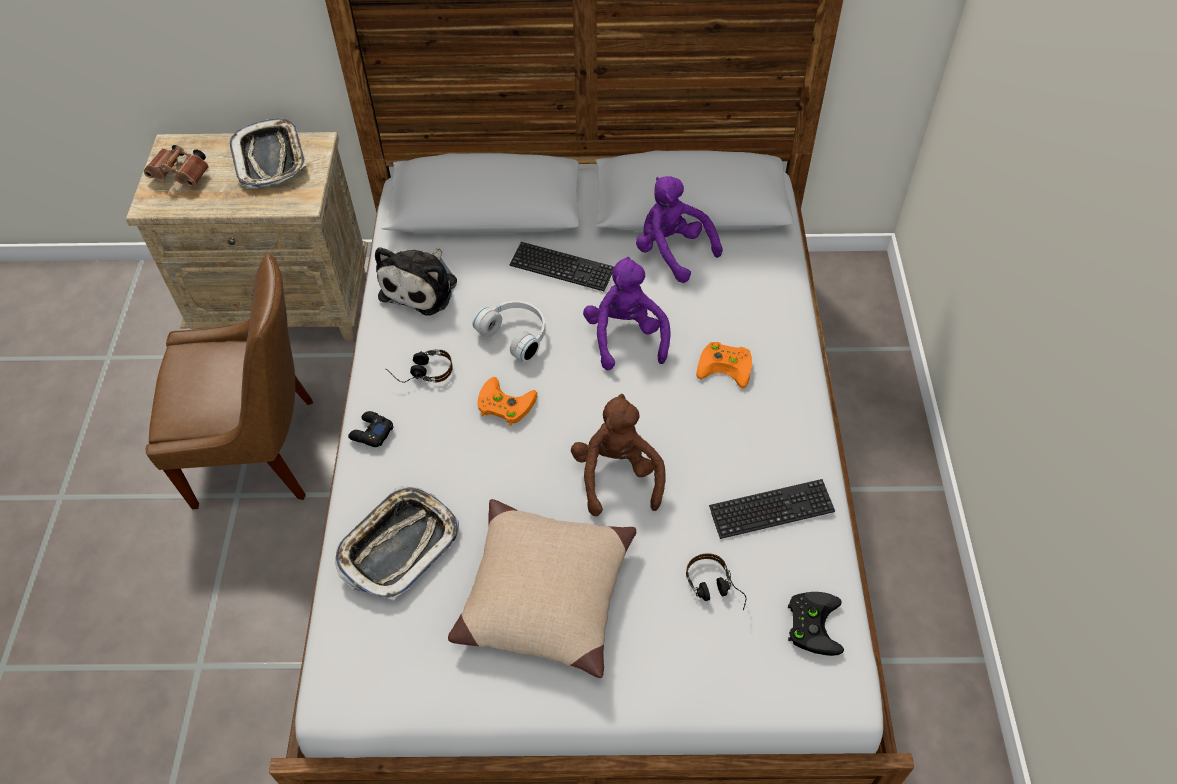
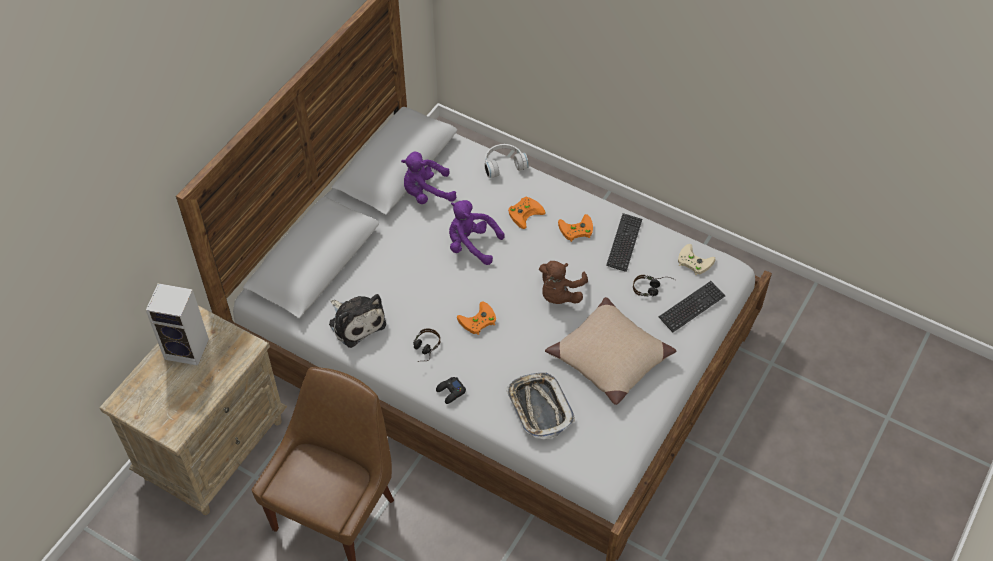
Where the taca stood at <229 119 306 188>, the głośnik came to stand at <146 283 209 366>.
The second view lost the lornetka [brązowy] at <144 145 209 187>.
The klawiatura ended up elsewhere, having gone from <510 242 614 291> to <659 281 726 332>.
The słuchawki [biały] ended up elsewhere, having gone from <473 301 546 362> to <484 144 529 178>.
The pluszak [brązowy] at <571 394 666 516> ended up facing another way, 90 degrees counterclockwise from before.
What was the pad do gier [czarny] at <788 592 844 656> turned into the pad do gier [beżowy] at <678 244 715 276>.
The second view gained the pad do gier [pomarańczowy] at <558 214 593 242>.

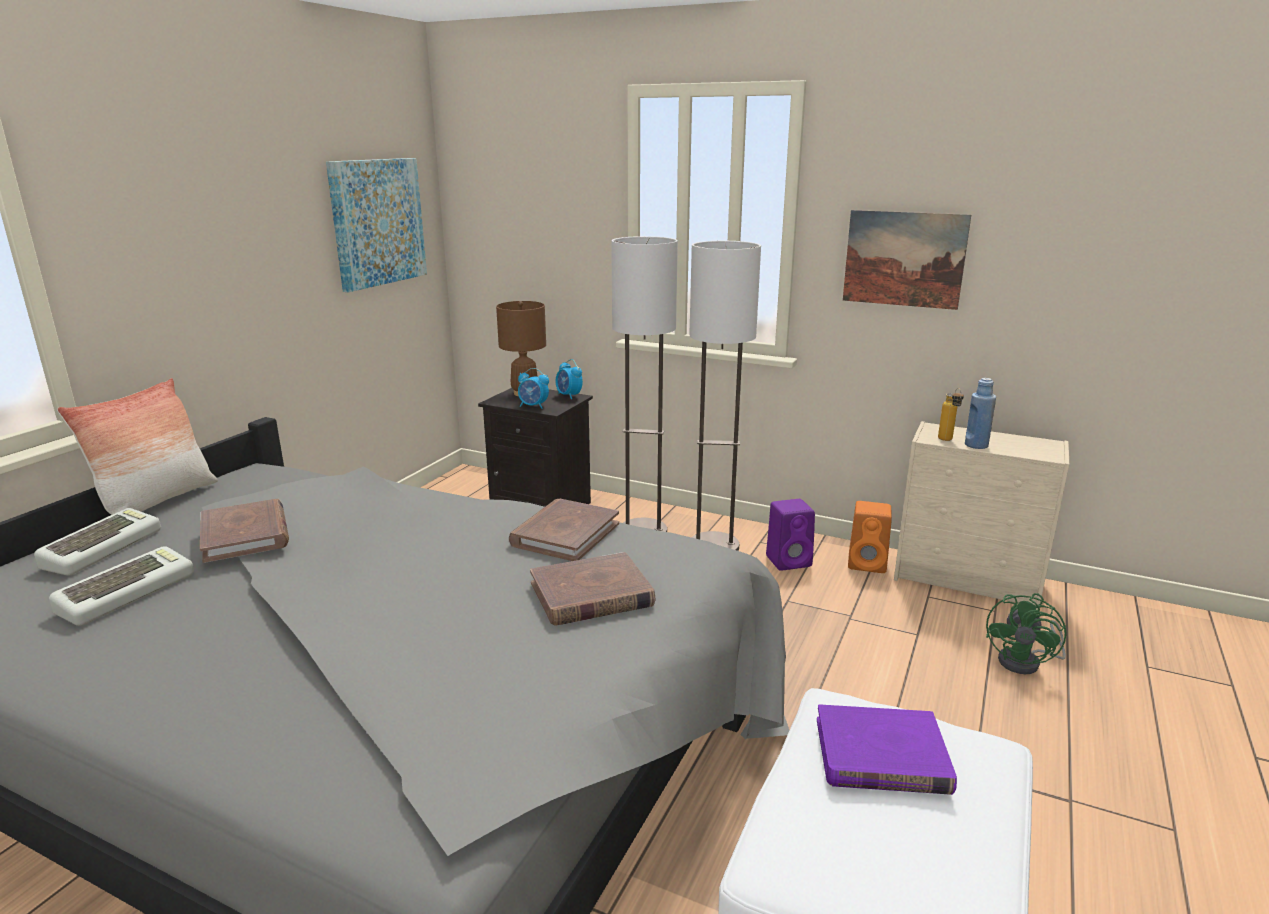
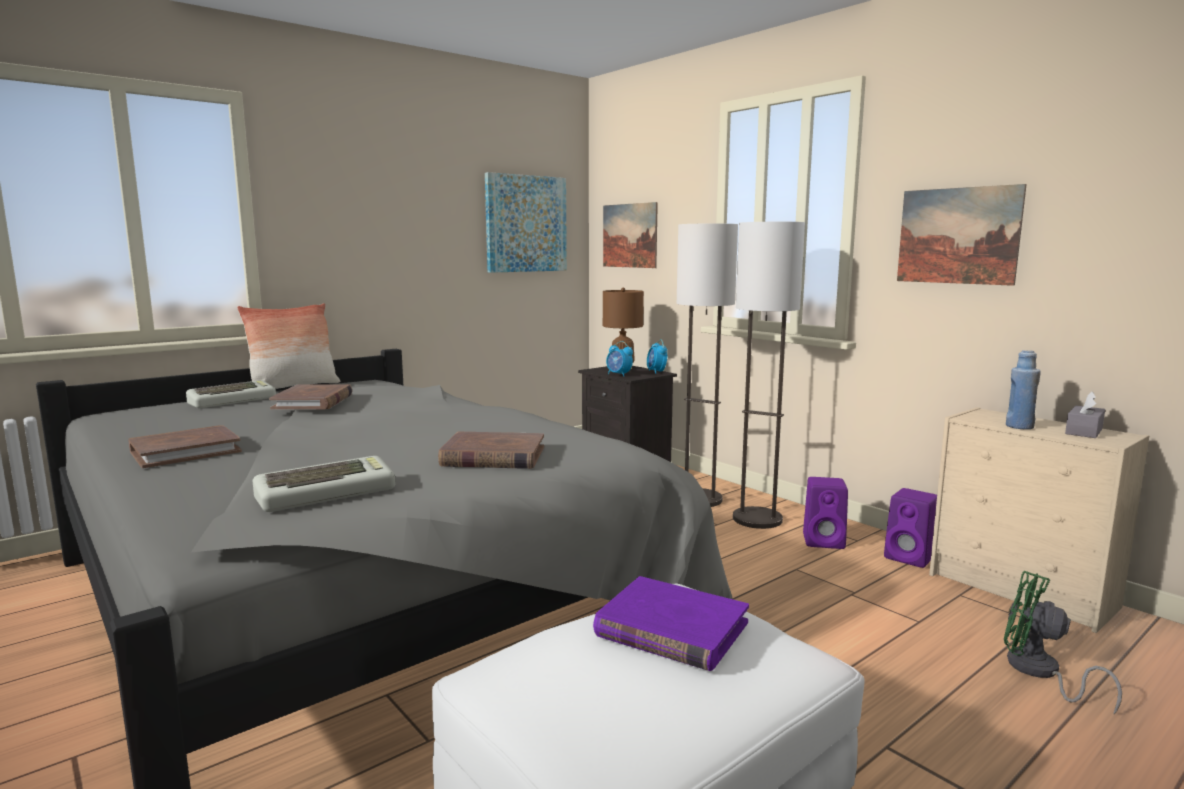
The second view lost the butelka at <938 388 964 441>.
The książka [brązowy] ended up elsewhere, having gone from <509 499 619 561> to <128 425 242 468>.
What was the głośnik [pomarańczowy] at <848 501 892 573> turned into the głośnik [fioletowy] at <884 488 937 568>.
The klawiatura ended up elsewhere, having gone from <49 546 194 626> to <253 456 395 512>.
The wentylator [zielony] at <986 593 1067 674> ended up facing another way, 75 degrees clockwise from before.
The second view gained the obraz at <603 202 658 268>.
The second view gained the pudełko chusteczek [szary] at <1065 391 1105 438>.

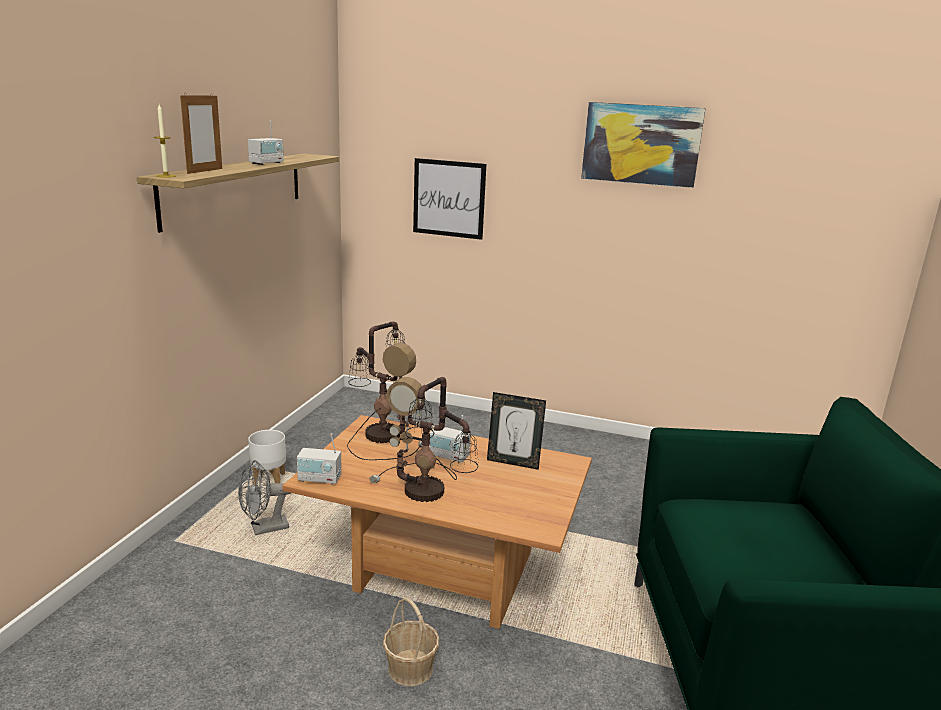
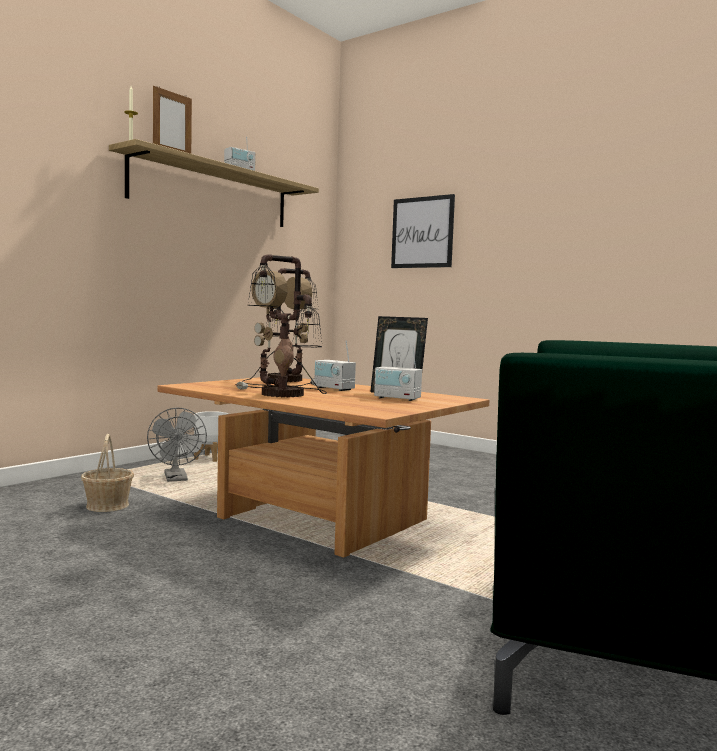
The second view lost the obraz at <581 102 705 188>.
The radio ended up elsewhere, having gone from <297 433 342 485> to <374 345 422 401>.
The wentylator [szary] at <238 460 291 535> ended up facing another way, 105 degrees counterclockwise from before.
The koszyk ended up elsewhere, having gone from <383 597 439 686> to <81 434 134 512>.

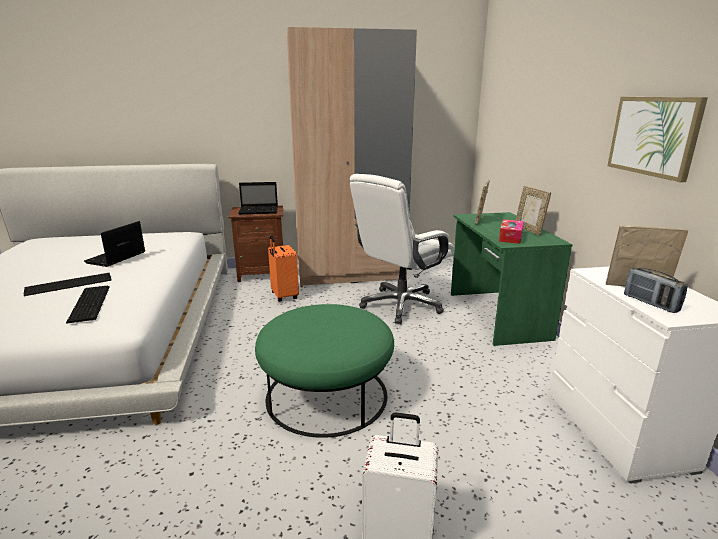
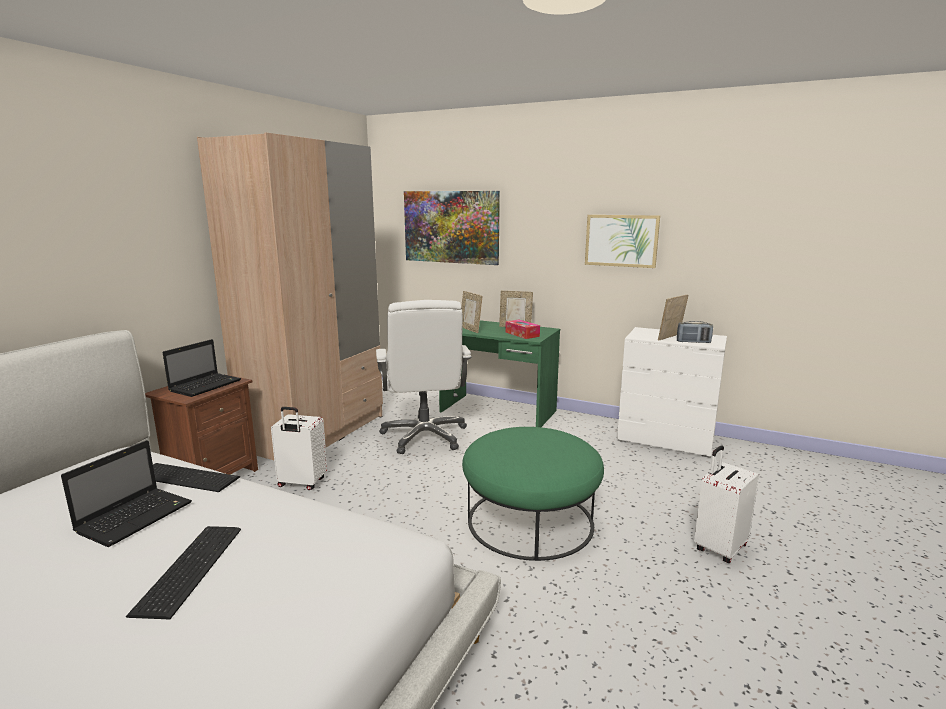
The laptop at <84 221 145 267> ended up facing another way, 120 degrees counterclockwise from before.
What was the walizka [pomarańczowy] at <268 236 299 302> turned into the walizka [biały] at <271 407 327 490>.
The klawiatura ended up elsewhere, having gone from <66 286 110 324> to <153 463 240 492>.
The second view gained the obraz at <404 191 500 265>.

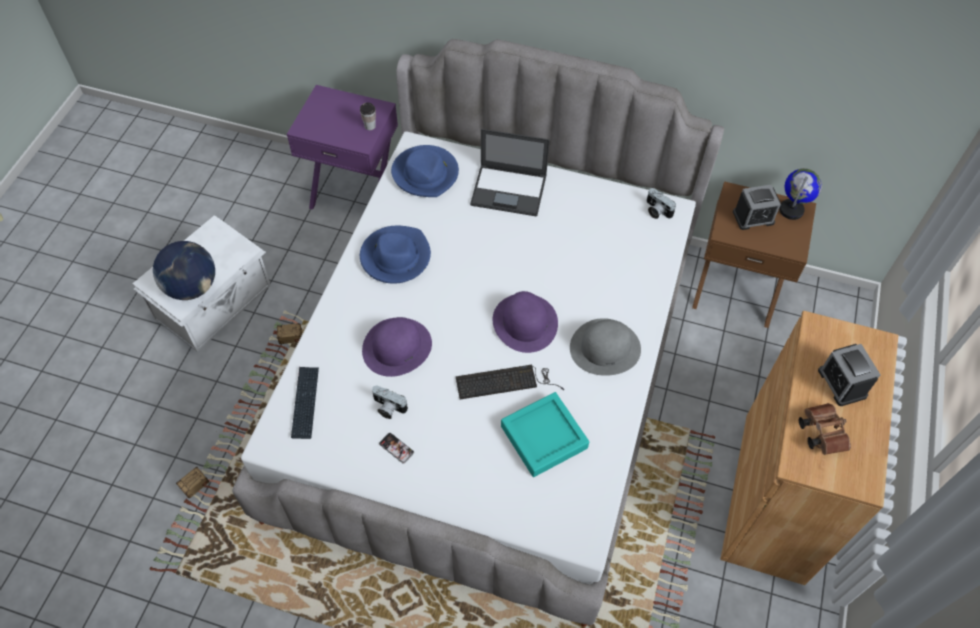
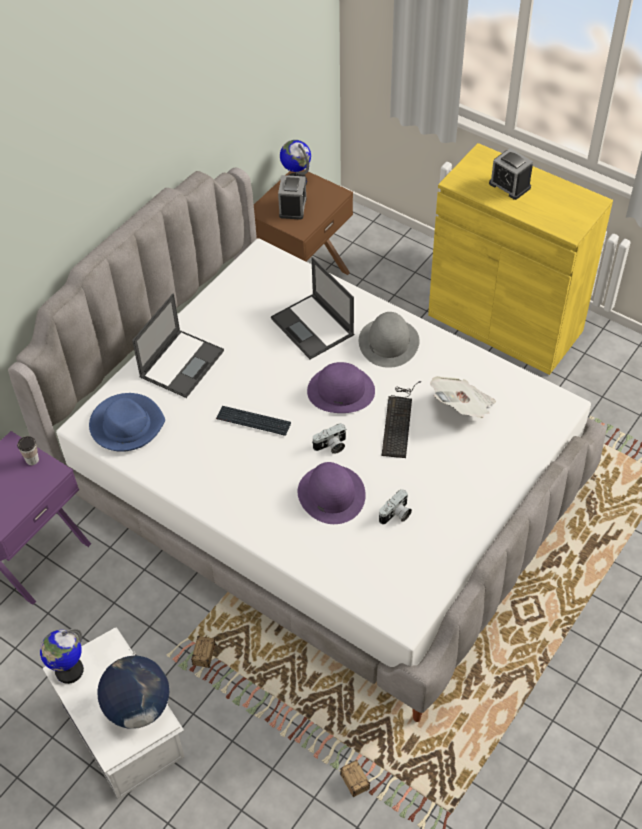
The aparat fotograficzny ended up elsewhere, having gone from <647 188 676 219> to <313 423 346 454>.
The second view lost the kapelusz [niebieski] at <360 226 431 284>.
What was the szafka [brązowy] at <720 311 898 585> turned into the szafka [żółty] at <428 143 613 375>.
The budzik at <818 344 880 406> ended up facing another way, 45 degrees clockwise from before.
The klawiatura ended up elsewhere, having gone from <291 367 319 439> to <216 406 291 436>.
Where the taca [turkusowy] stood at <501 392 589 477>, the gazeta came to stand at <430 376 496 418>.
The second view lost the lornetka [brązowy] at <799 403 851 455>.
The second view lost the telefon at <379 433 414 463>.
The second view gained the laptop at <271 257 354 359>.
The second view gained the globus at <40 629 84 684>.

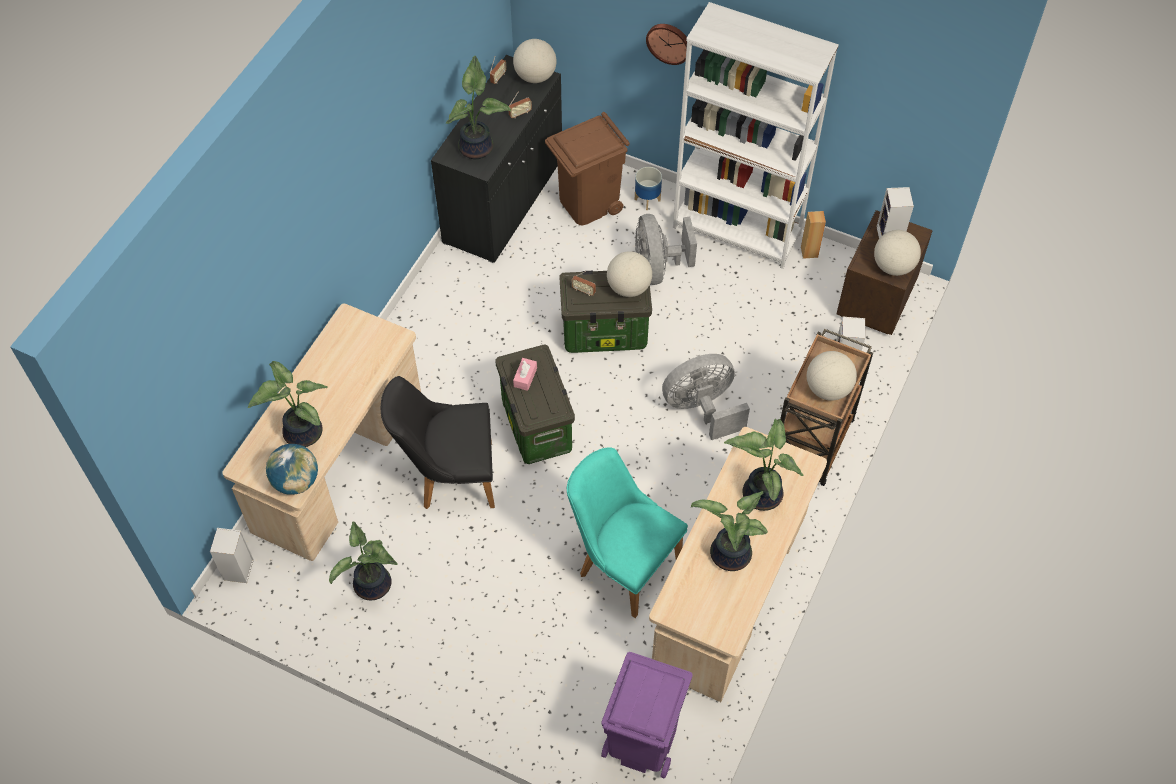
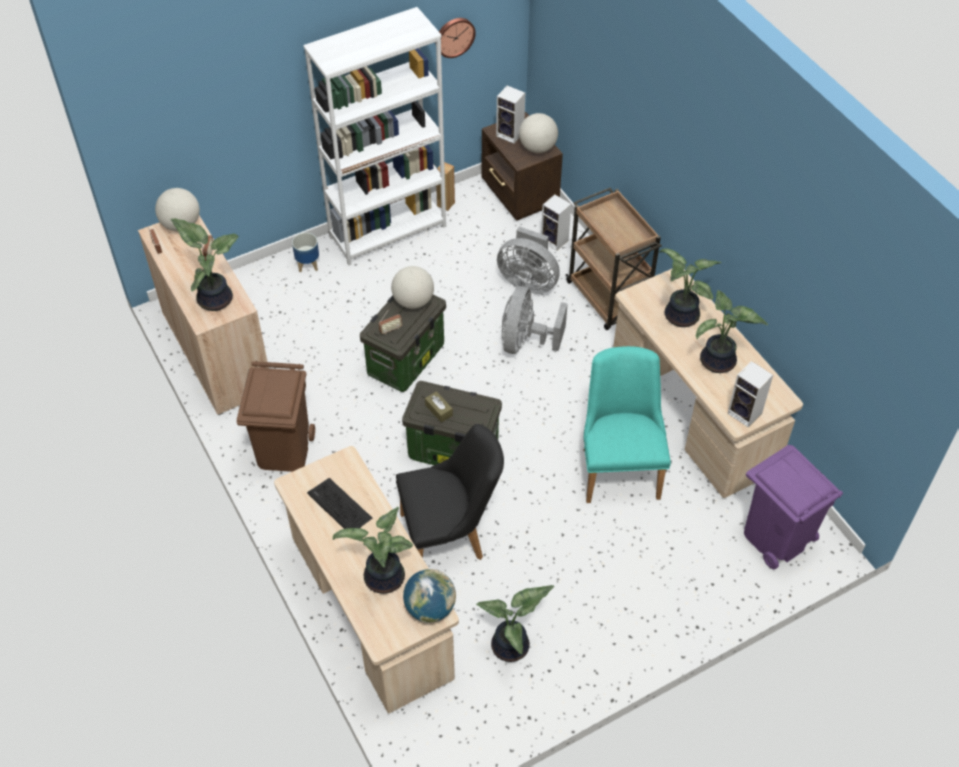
The zegar ścienny ended up elsewhere, having gone from <646 24 687 65> to <439 18 476 58>.
What was the szafka [czarny] at <431 55 562 263> turned into the szafka [beżowy] at <138 215 269 415>.
The kosz na śmieci [brązowy] ended up elsewhere, having gone from <545 112 630 226> to <237 361 315 472>.
The wentylator [szary] ended up elsewhere, having gone from <635 214 697 285> to <497 226 560 294>.
The second view lost the globus at <807 351 857 401>.
What was the pudełko chusteczek [różowy] at <513 358 537 391> turned into the pudełko chusteczek [brązowy] at <425 391 453 423>.
The krzesło [czarny] at <381 376 495 509> ended up facing another way, 135 degrees counterclockwise from before.
The krzesło [turkusowy] at <567 447 688 618> ended up facing another way, 105 degrees clockwise from before.
The głośnik ended up elsewhere, having gone from <210 528 254 583> to <727 361 773 428>.
The second view gained the klawiatura at <307 478 372 529>.

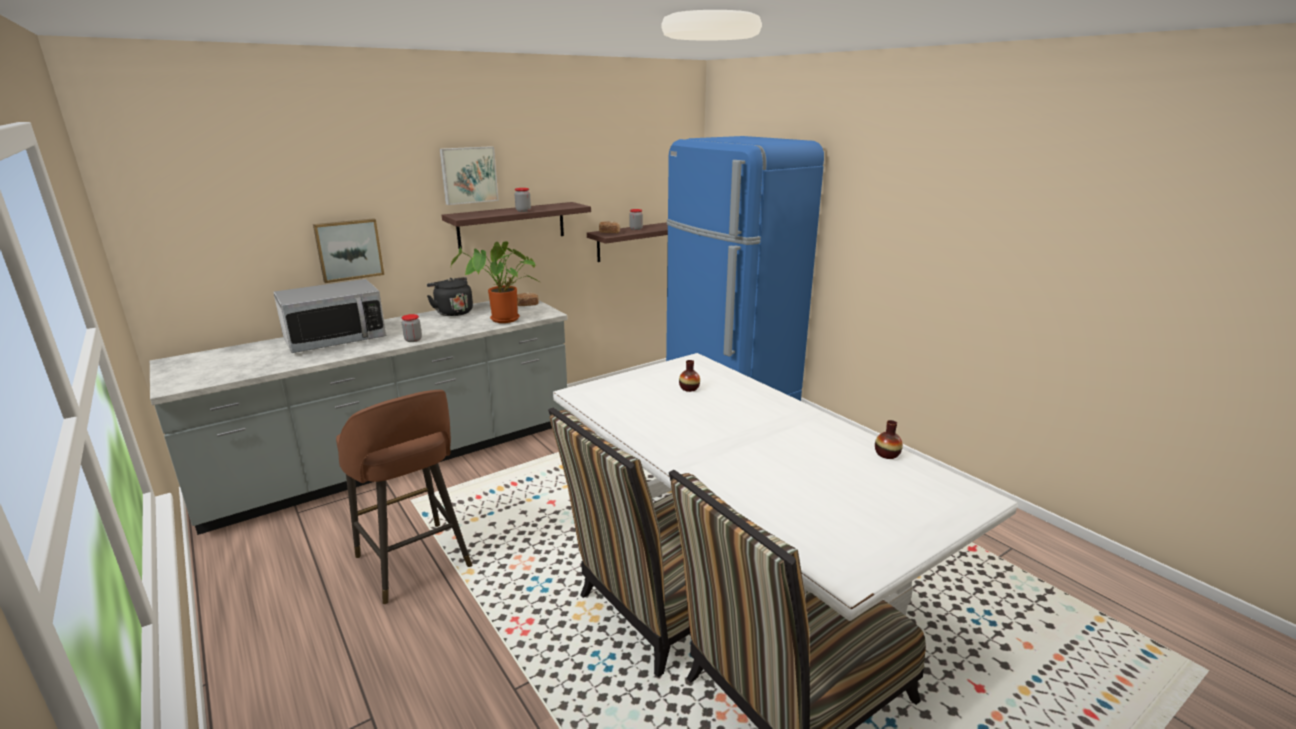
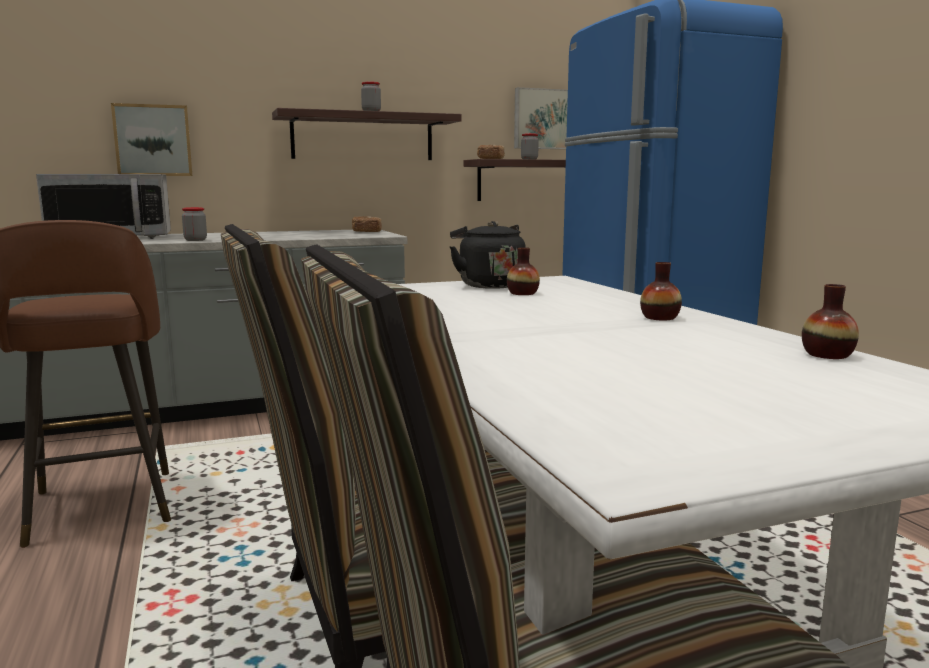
The obraz ended up elsewhere, having gone from <440 146 499 205> to <514 87 568 149>.
The second view lost the roślina doniczkowa at <451 241 538 323>.
The czajnik [czarny] ended up elsewhere, having gone from <427 277 473 316> to <450 221 526 289>.
The second view gained the wazon at <640 262 682 320>.

